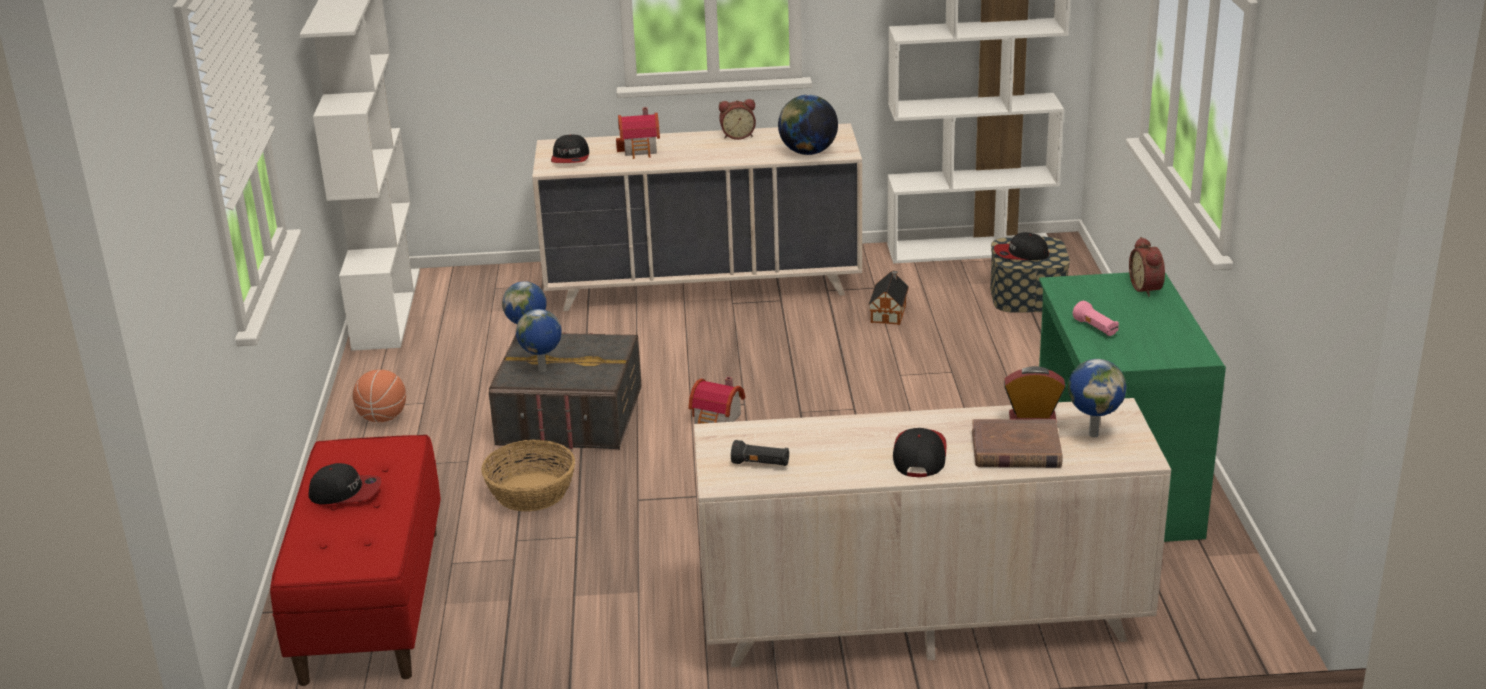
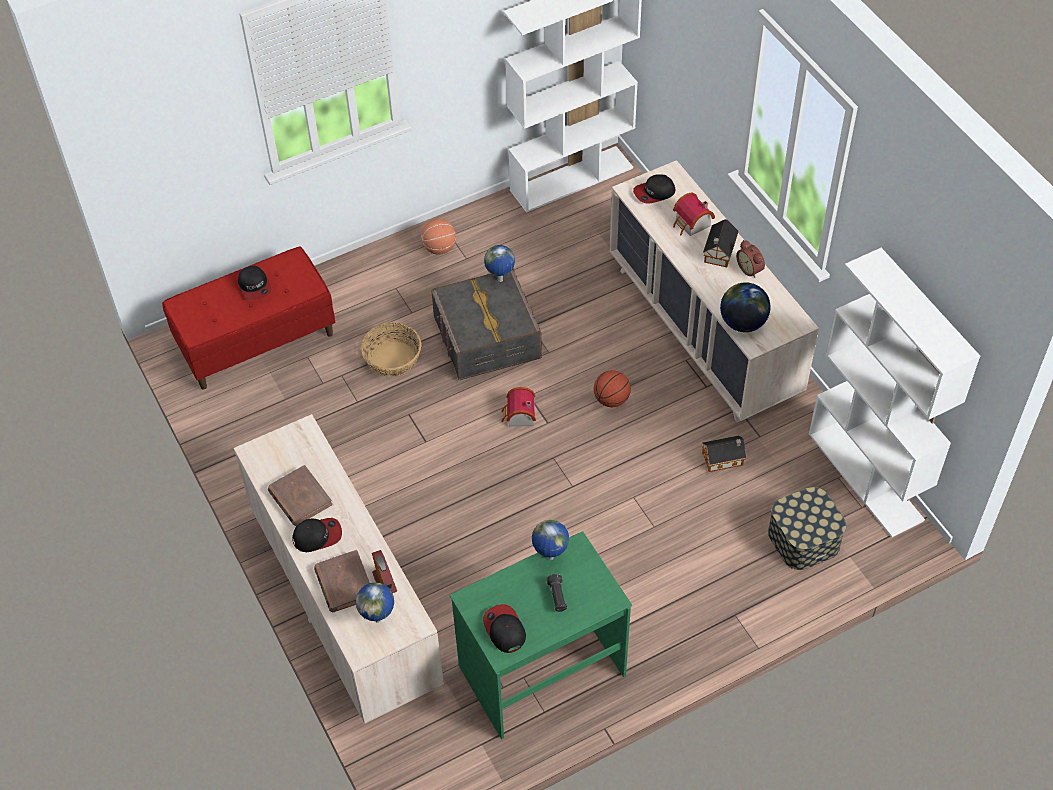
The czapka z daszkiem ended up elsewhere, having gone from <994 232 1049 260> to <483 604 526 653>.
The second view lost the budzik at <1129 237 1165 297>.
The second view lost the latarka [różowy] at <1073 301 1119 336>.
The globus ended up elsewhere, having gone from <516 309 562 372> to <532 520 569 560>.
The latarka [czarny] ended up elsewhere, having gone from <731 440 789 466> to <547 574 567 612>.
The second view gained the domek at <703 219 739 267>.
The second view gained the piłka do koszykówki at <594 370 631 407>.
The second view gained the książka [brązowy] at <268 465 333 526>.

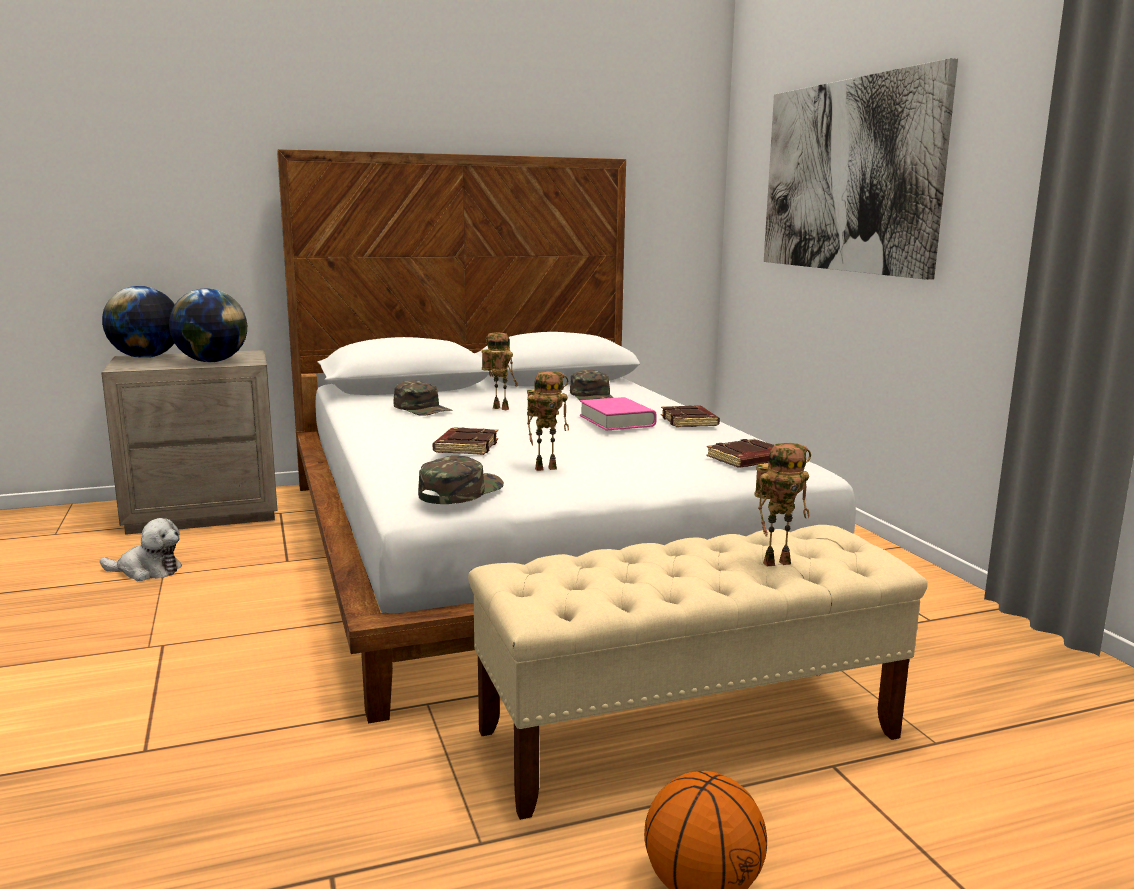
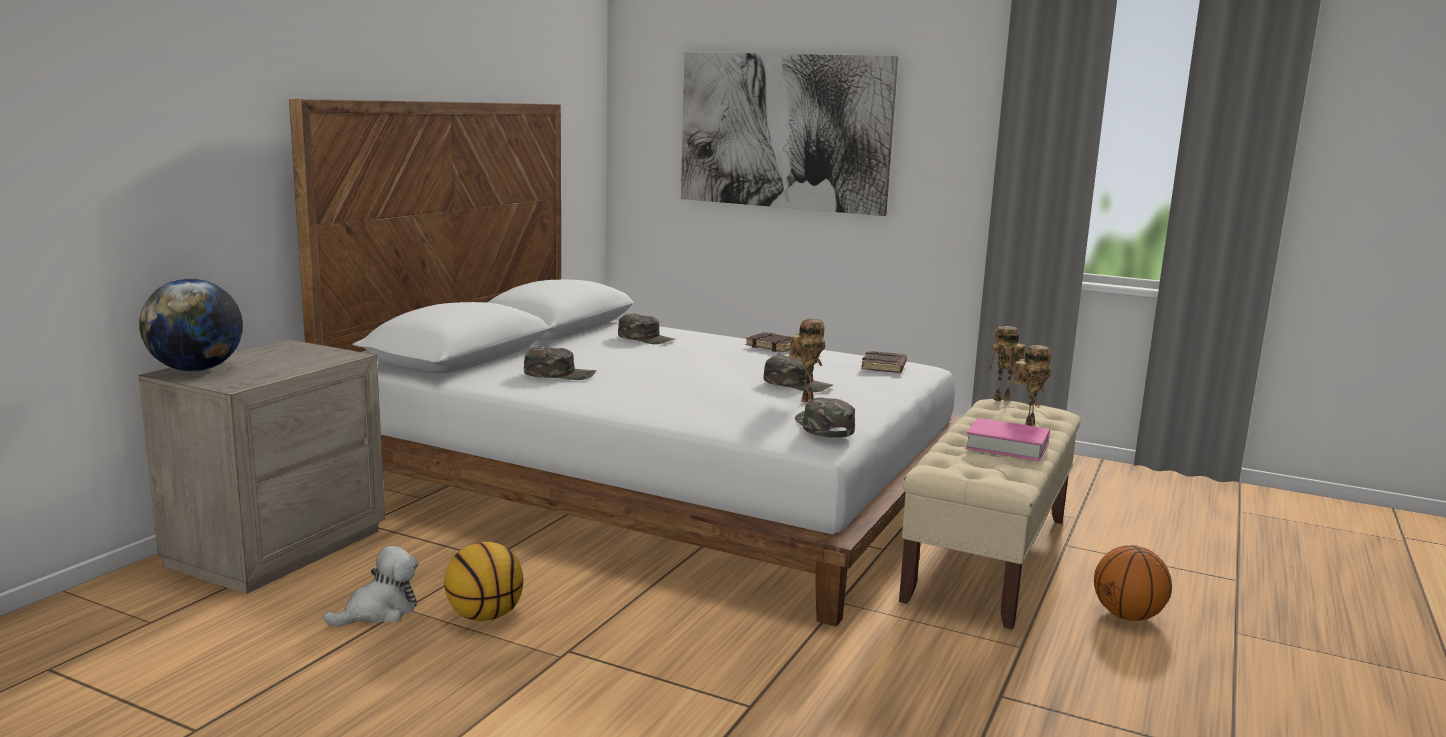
The second view lost the globus at <169 289 247 362>.
The robot zabawkowy ended up elsewhere, having gone from <481 332 518 410> to <988 326 1026 401>.
The książka [różowy] ended up elsewhere, having gone from <580 397 657 431> to <965 418 1050 461>.
The second view lost the książka [brązowy] at <433 427 498 455>.
The second view gained the czapka z daszkiem [zielony] at <764 355 833 392>.
The second view gained the piłka do koszykówki at <444 542 524 621>.

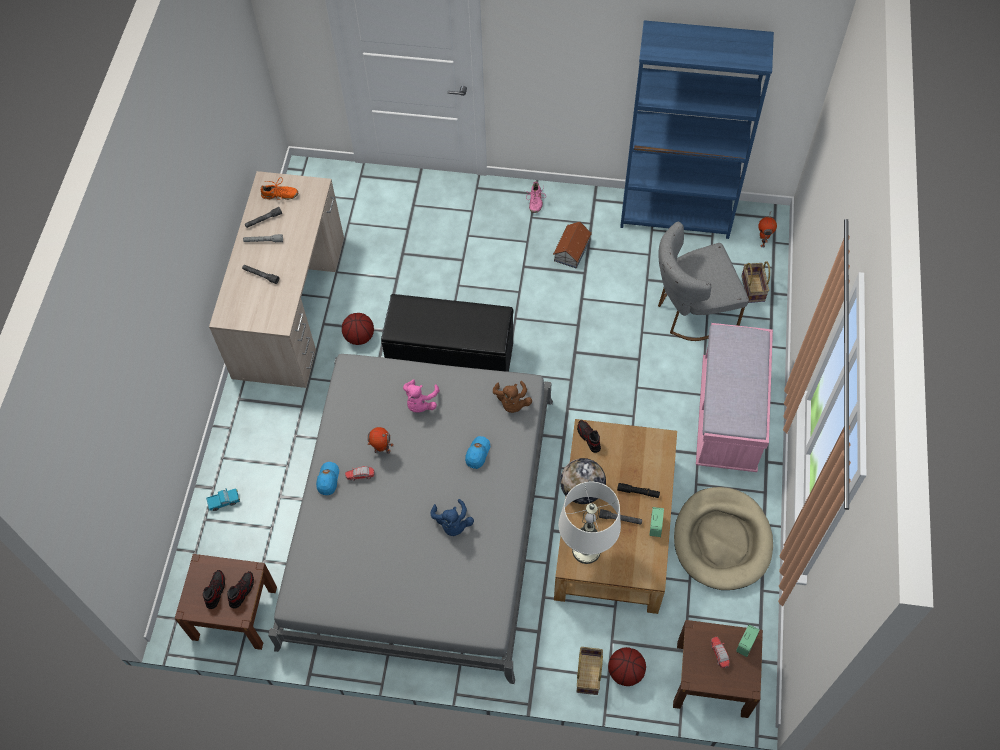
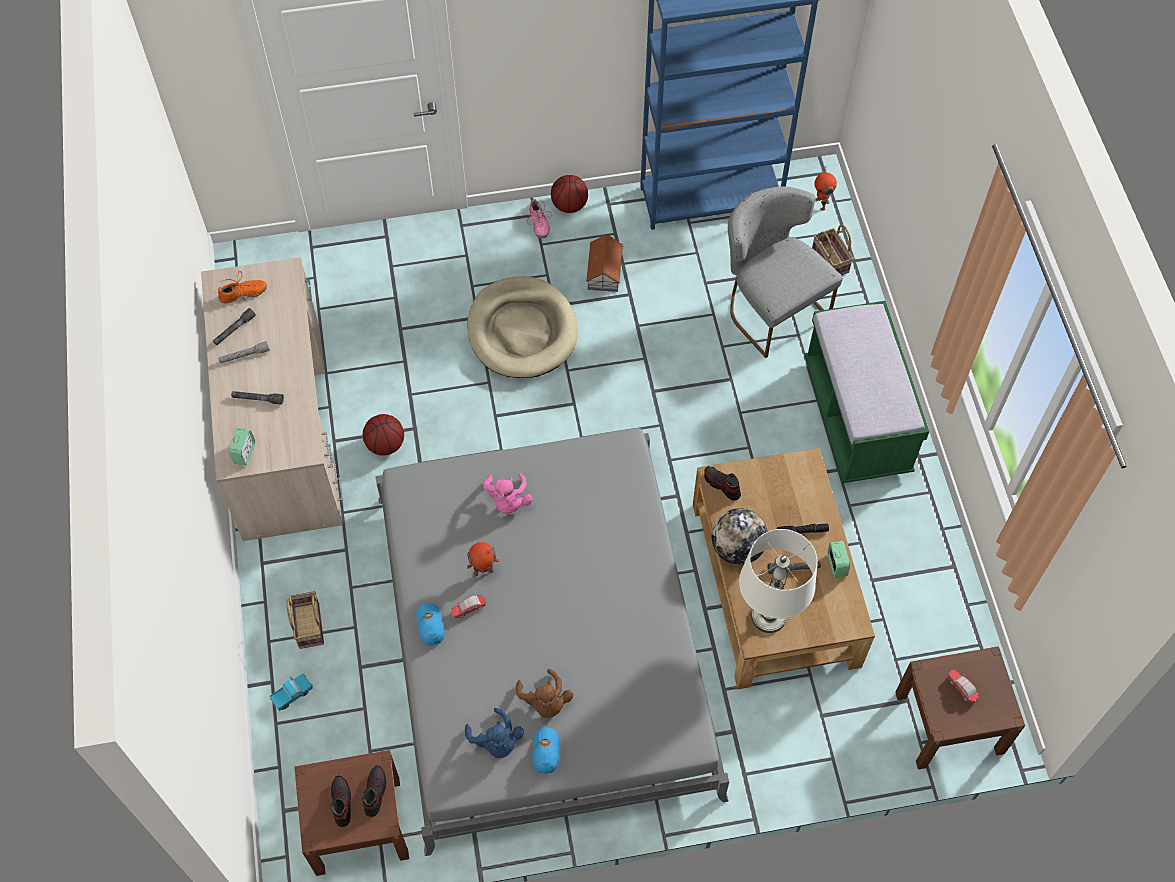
The krzesło [szary] at <658 222 749 341> ended up facing another way, 90 degrees clockwise from before.
The second view lost the ławka [czarny] at <381 294 514 372>.
What was the ławka [różowy] at <696 323 773 472> turned into the ławka [zielony] at <804 301 929 483>.
The pluszak [brązowy] ended up elsewhere, having gone from <493 381 532 413> to <516 669 573 718>.
The czapka z daszkiem [niebieski] ended up elsewhere, having gone from <465 436 490 469> to <532 727 559 774>.
The legowisko [beżowy] ended up elsewhere, having gone from <674 487 773 590> to <467 276 578 378>.
The pluszak [niebieski] ended up elsewhere, having gone from <430 499 474 536> to <465 708 524 758>.
The budzik ended up elsewhere, having gone from <736 625 760 657> to <228 428 255 465>.
The koszyk ended up elsewhere, having gone from <577 647 603 695> to <287 591 324 649>.
The piłka do koszykówki ended up elsewhere, having gone from <608 647 646 686> to <551 175 588 213>.

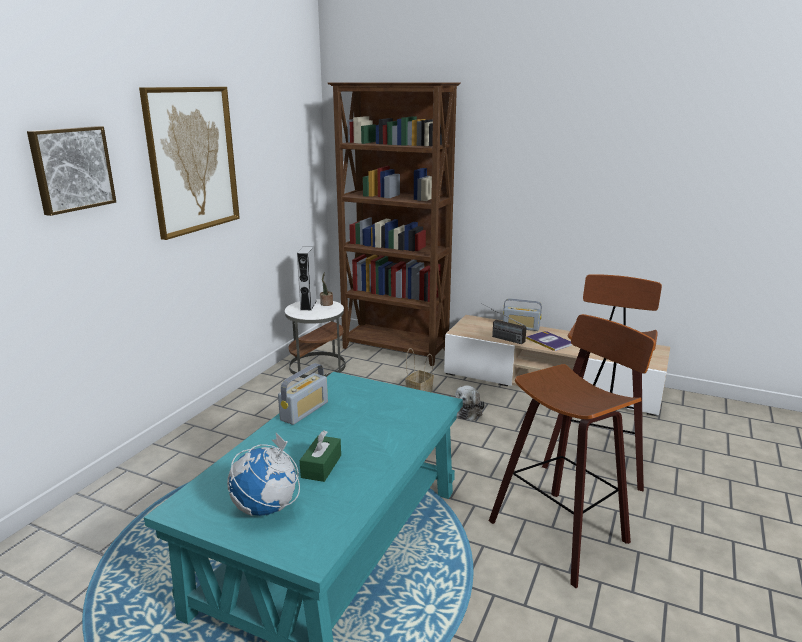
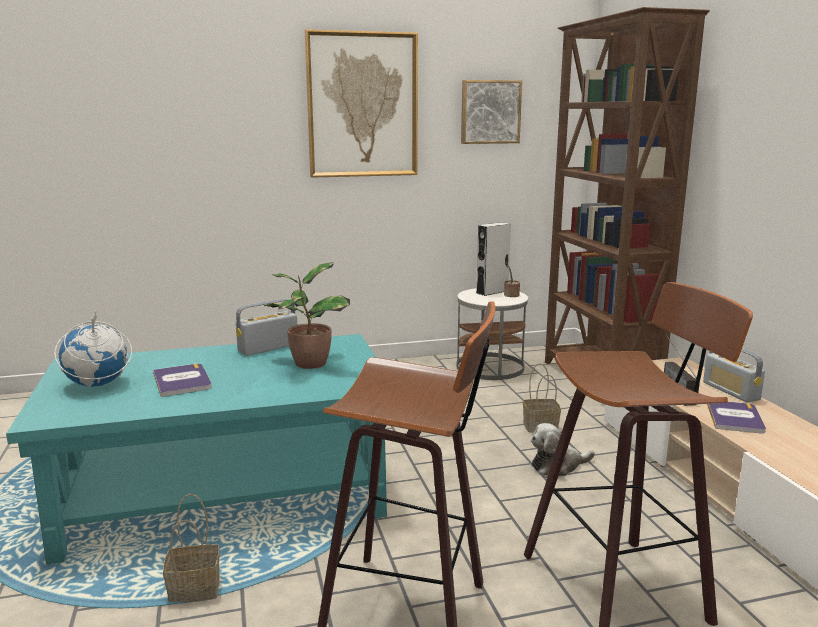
The obraz ended up elsewhere, having gone from <27 126 116 216> to <461 80 522 144>.
The radio at <278 363 328 425> ended up facing another way, 150 degrees clockwise from before.
Where the pudełko chusteczek [zielony] stood at <300 430 341 482>, the książka came to stand at <153 364 212 397>.
The second view gained the roślina doniczkowa at <264 262 350 369>.
The second view gained the koszyk at <163 494 220 603>.

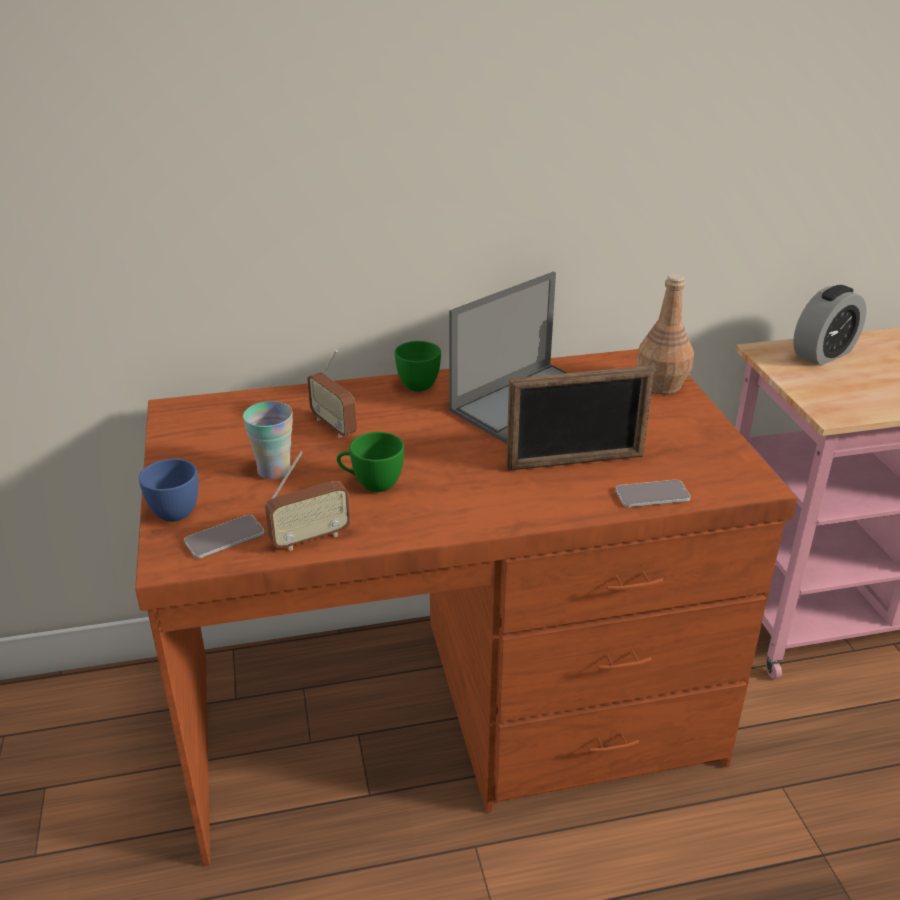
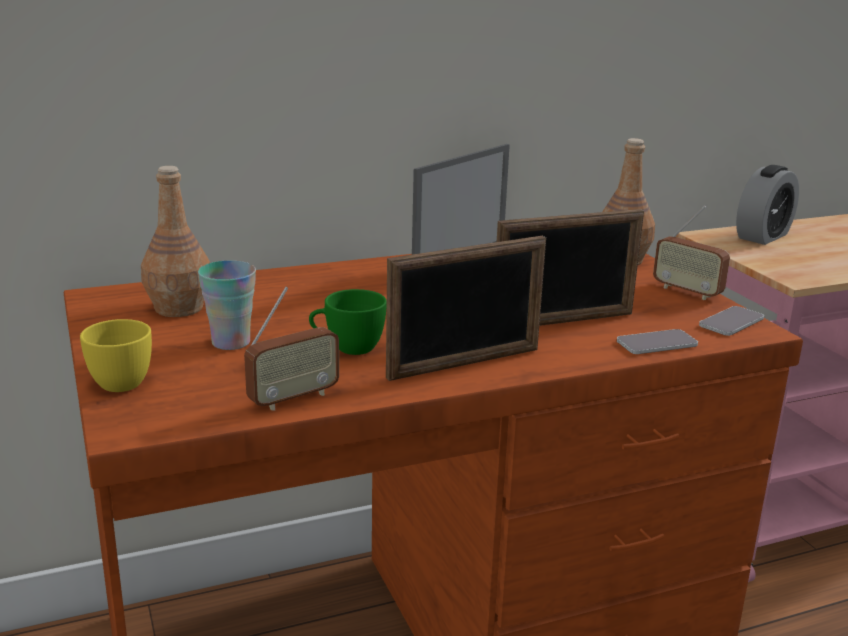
The second view lost the filiżanka [zielony] at <395 341 441 392>.
The radio ended up elsewhere, having gone from <307 350 357 438> to <653 205 730 300>.
What was the filiżanka [niebieski] at <139 459 198 522> turned into the filiżanka [żółty] at <80 319 152 392>.
The telefon ended up elsewhere, having gone from <184 515 264 558> to <699 306 764 336>.
The second view gained the butelka [brązowy] at <141 166 210 317>.
The second view gained the ramka na zdjęcie at <386 236 546 381>.

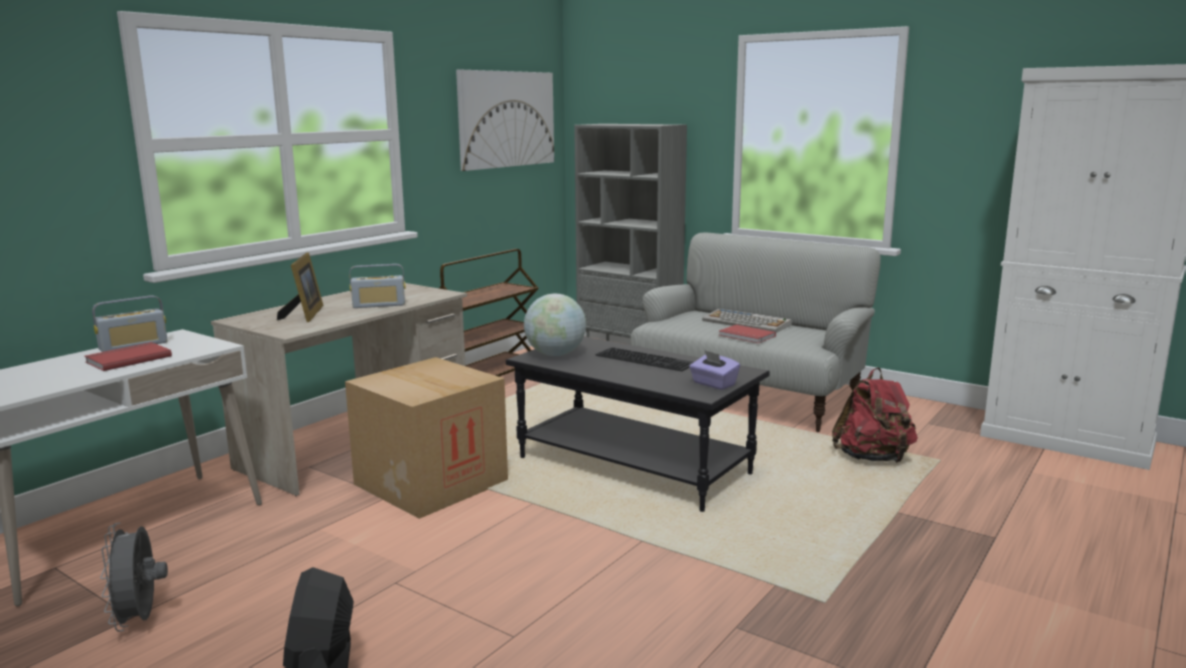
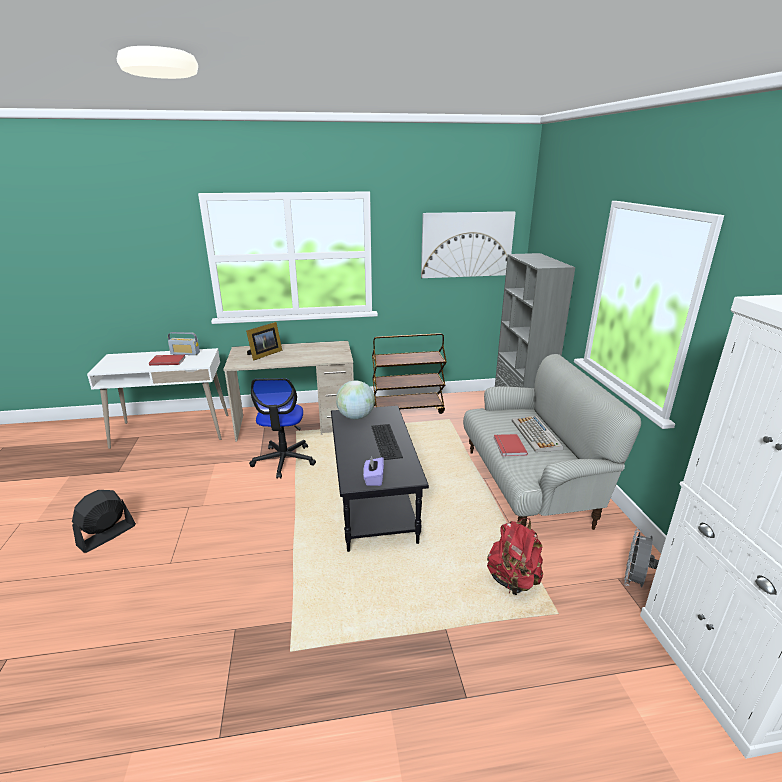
The second view lost the radio at <349 264 406 308>.
Where the karton stood at <345 357 508 519>, the krzesło biurowe came to stand at <249 378 316 479>.
The wentylator [szary] ended up elsewhere, having gone from <100 523 168 631> to <624 528 659 588>.

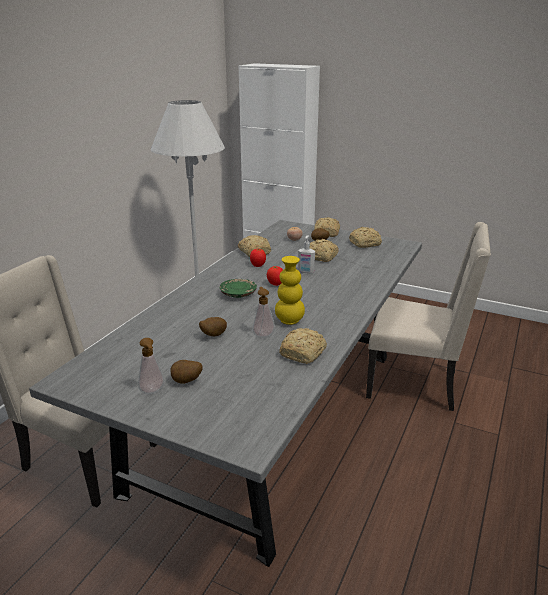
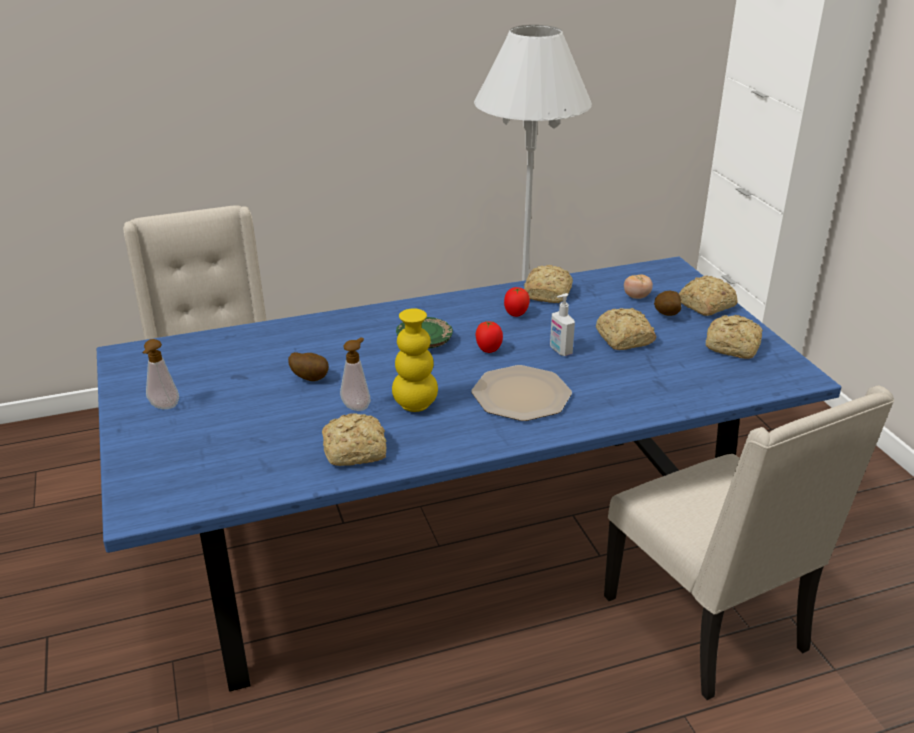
What was the stół jadalny [szary] at <29 220 422 567> turned into the stół jadalny [niebieski] at <97 256 841 692>.
The second view lost the ziemniak at <170 360 203 384>.
The second view gained the talerz at <472 365 572 421>.

